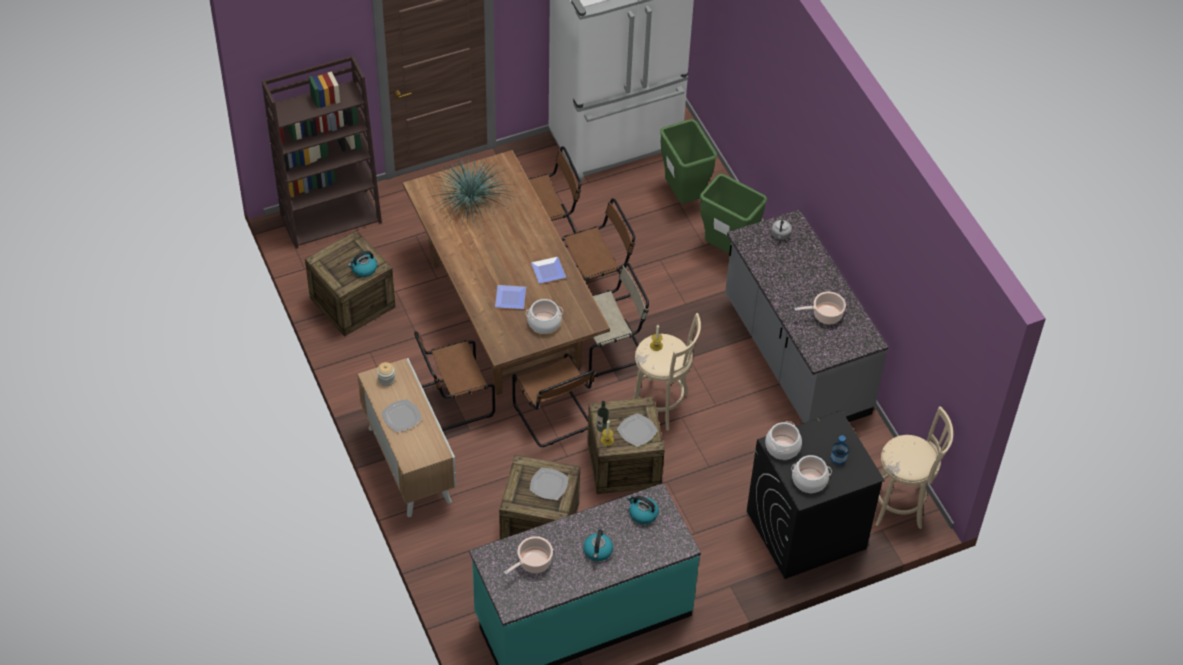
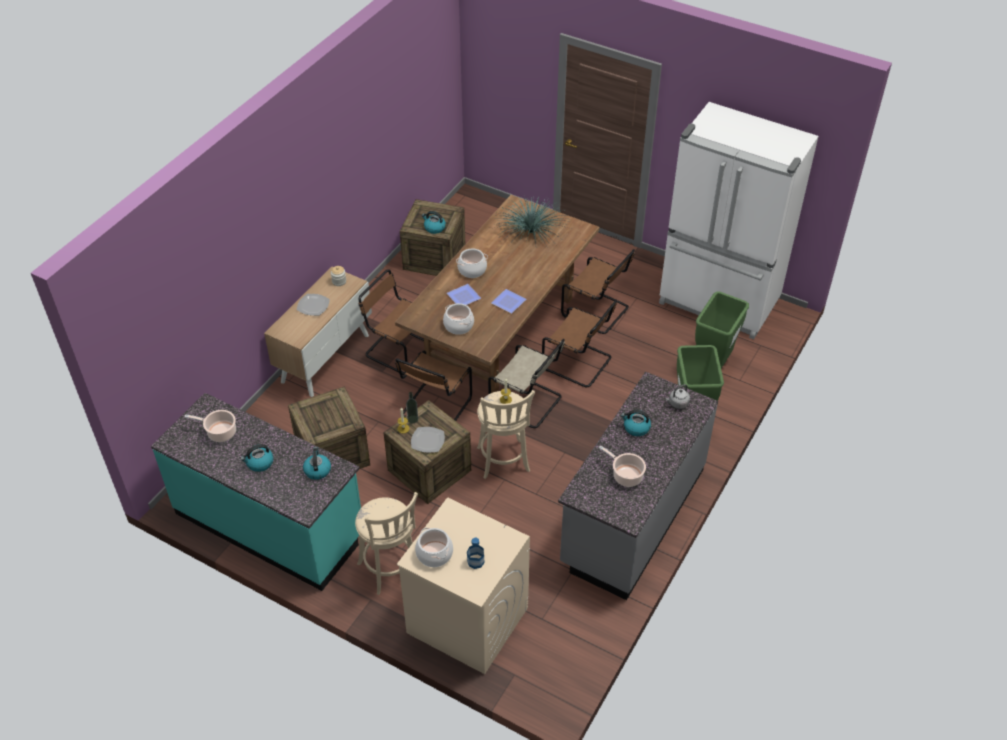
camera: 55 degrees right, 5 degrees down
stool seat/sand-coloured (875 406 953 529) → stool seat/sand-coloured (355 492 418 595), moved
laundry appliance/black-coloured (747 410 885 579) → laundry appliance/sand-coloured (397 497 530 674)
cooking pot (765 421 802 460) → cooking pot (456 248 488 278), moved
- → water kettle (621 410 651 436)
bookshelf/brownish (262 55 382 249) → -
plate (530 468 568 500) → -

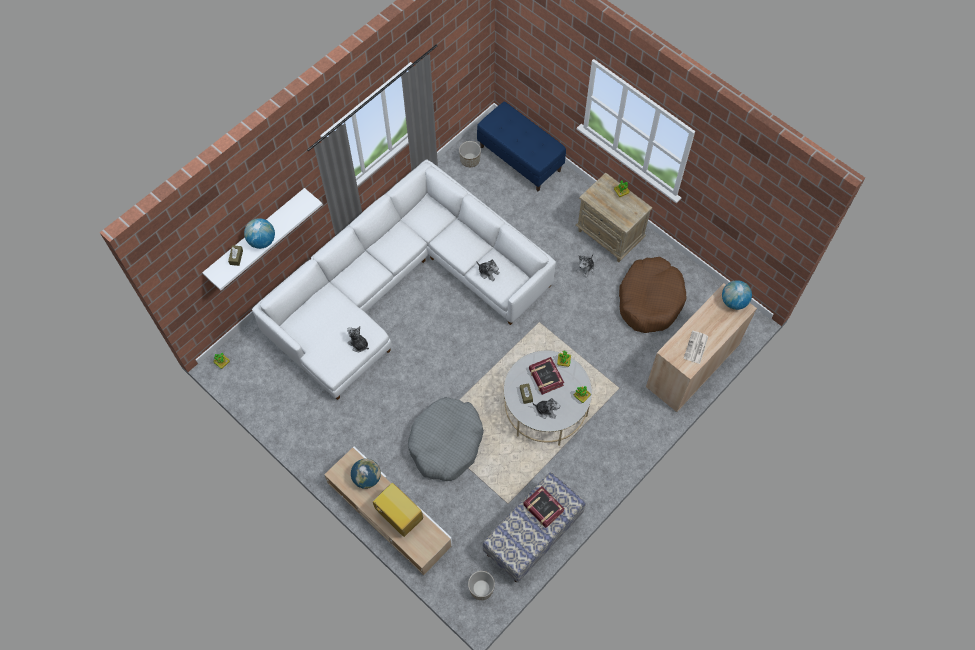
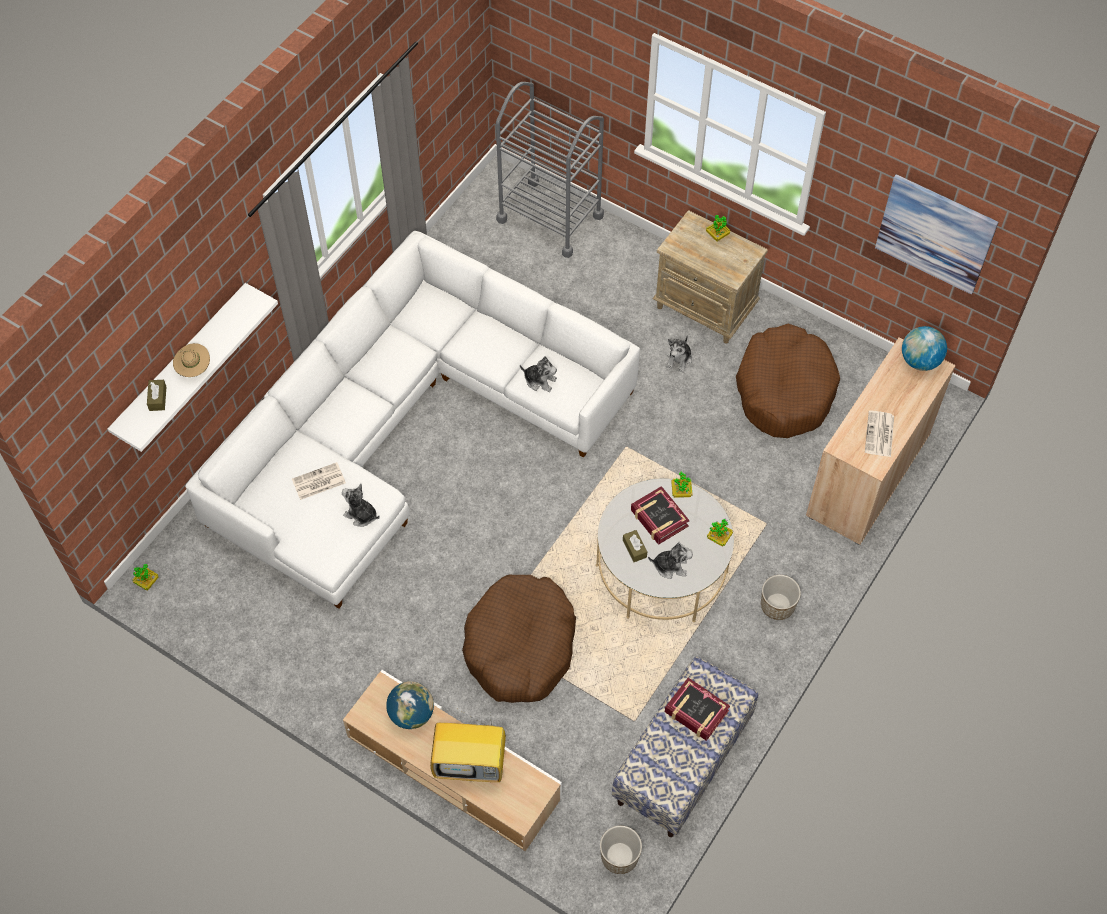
camera: 10 degrees left, 5 degrees down
globe (244 218 275 249) → clothing hat/sand-coloured (173 343 210 377)
- → printed paper (292 462 346 500)
TV set (373 483 423 537) → TV set (430 710 506 782), 150 degrees clockwise
dog bed/gray (408 397 484 481) → dog bed/brownish (462 575 576 703)
indoor bench/blue-coloured (477 102 566 191) → cart/gray (496 82 604 258)
flower pot (459 141 481 167) → flower pot (761 575 801 620), moved
- → picture (875 174 999 294)

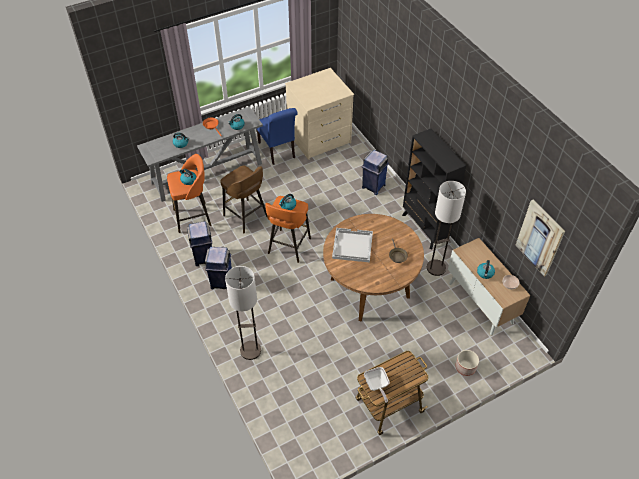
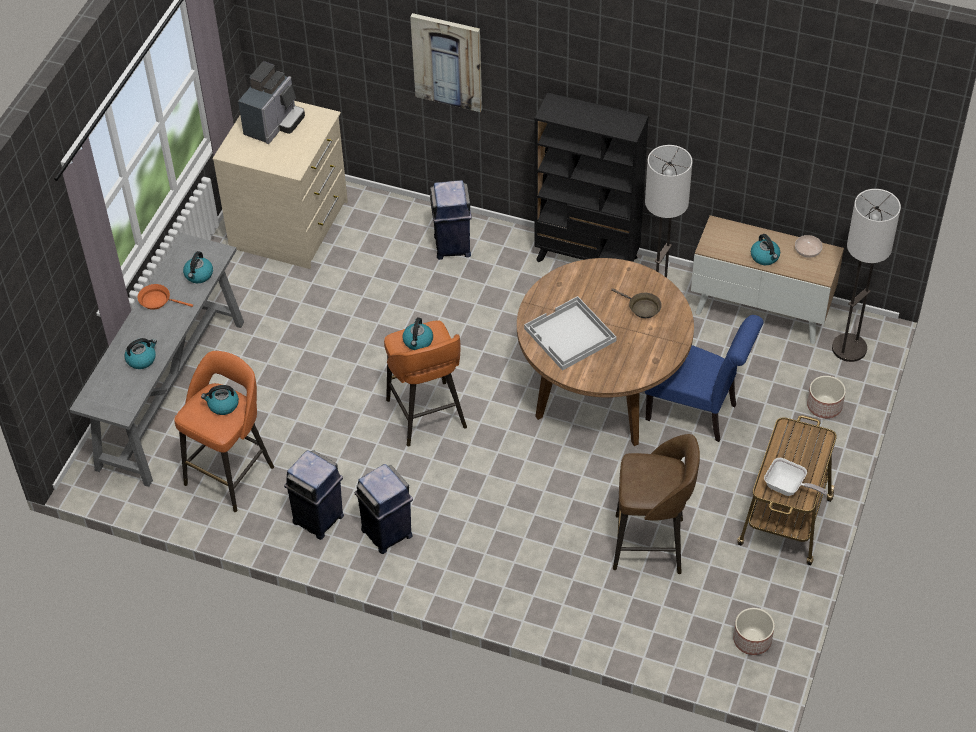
camera: 40 degrees left, 0 degrees up
- → coffee brewer (238 61 305 144)
picture (516 199 565 276) → picture (410 13 482 112), moved
stool seat/brownish (220 165 267 233) → stool seat/brownish (613 434 700 574), moved
upright chair/blue-coloured (256 108 298 165) → upright chair/blue-coloured (645 315 764 442), moved
- → flower pot (733 608 775 655)
standard lamp (225 266 261 360) → standard lamp (832 189 901 362), moved

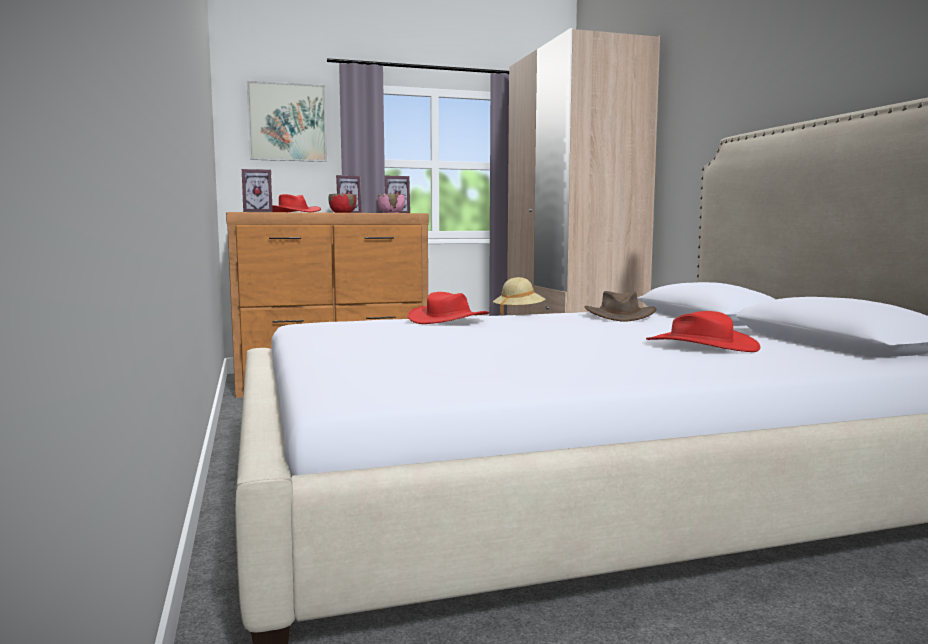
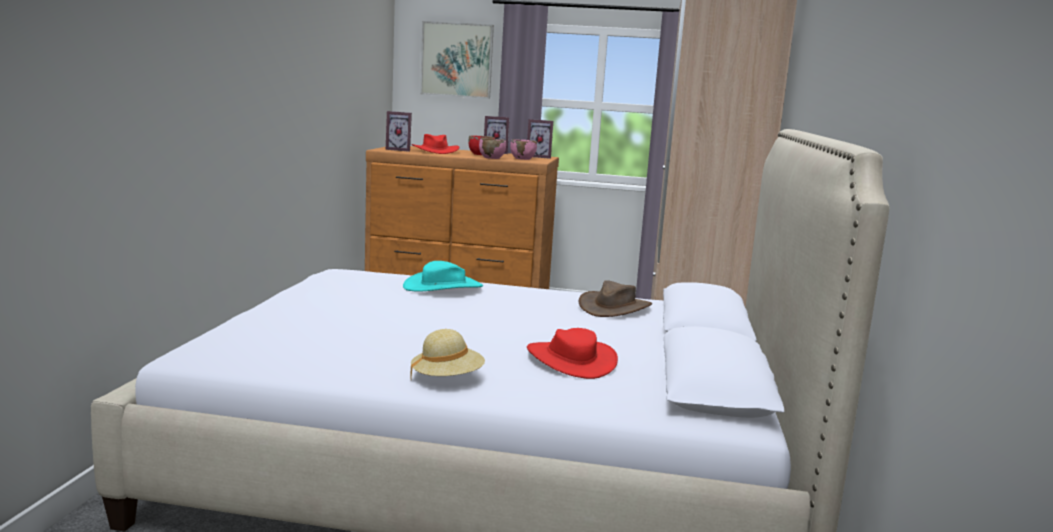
camera: 25 degrees right, 5 degrees up
clothing hat/red-coloured (408 292 489 324) → clothing hat/turquoise-coloured (403 261 483 292)
clothing hat/sand-coloured (493 277 545 316) → clothing hat/sand-coloured (410 329 485 380), moved
- → serving bowl/pink-coloured (479 138 506 159)

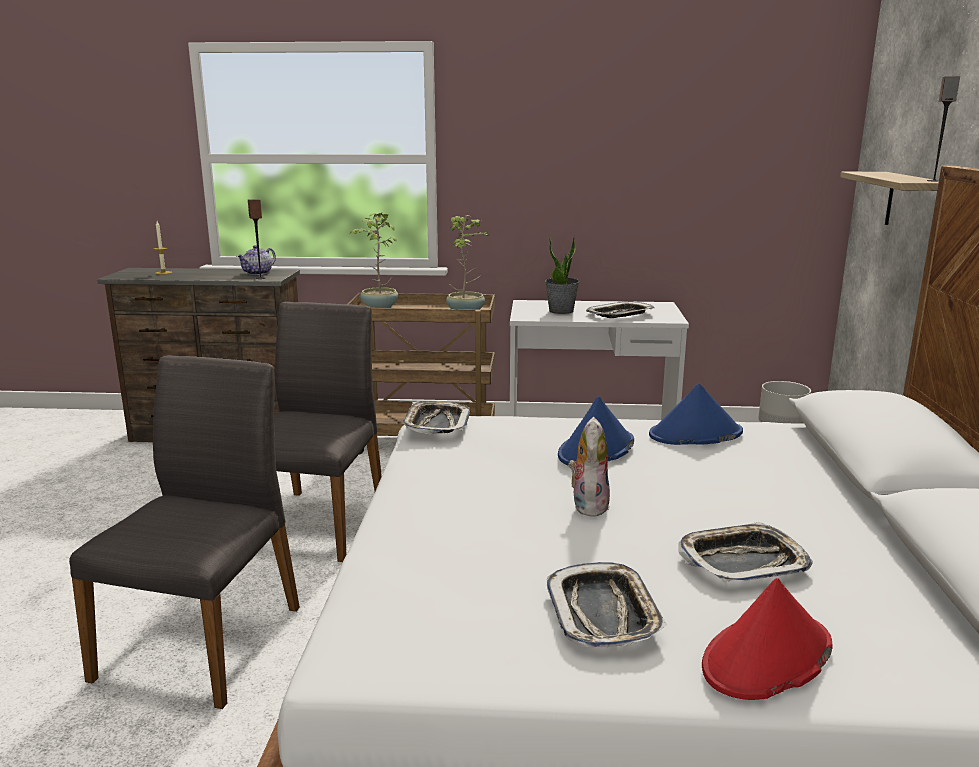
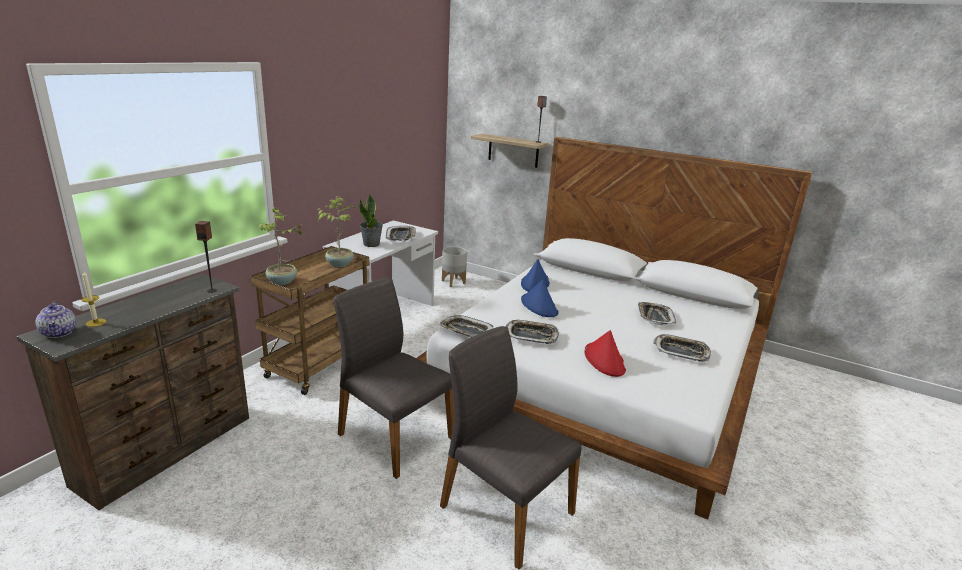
camera: 65 degrees left, 5 degrees up
teapot (237 245 276 275) → teapot (35 302 76 338), moved
- → serving tray (506 320 559 344)
clothing hat/red-coloured (702 578 833 700) → clothing hat/red-coloured (584 330 626 377), moved
cuddly toy (568 417 610 517) → -

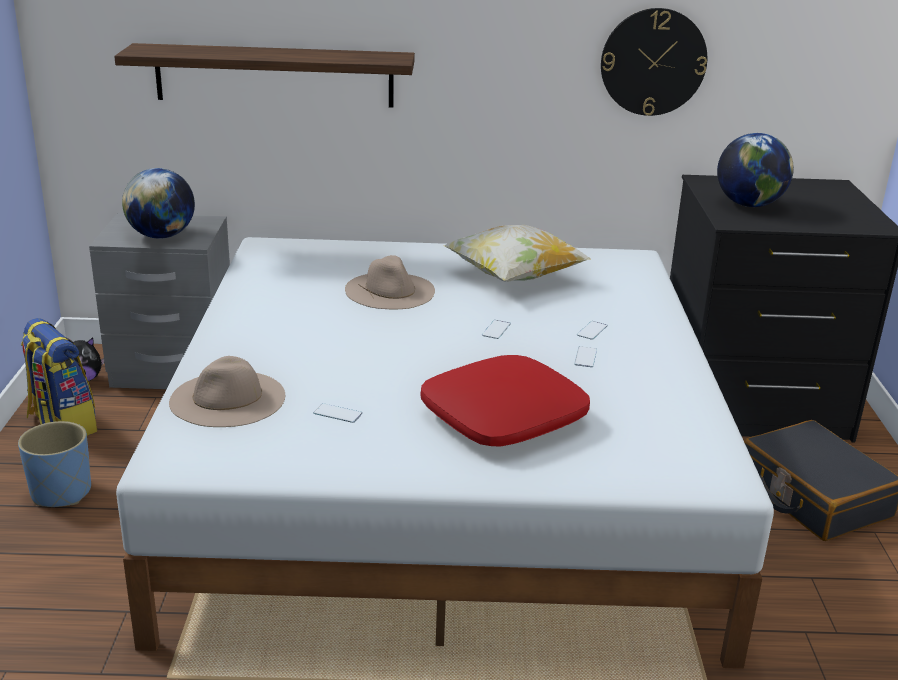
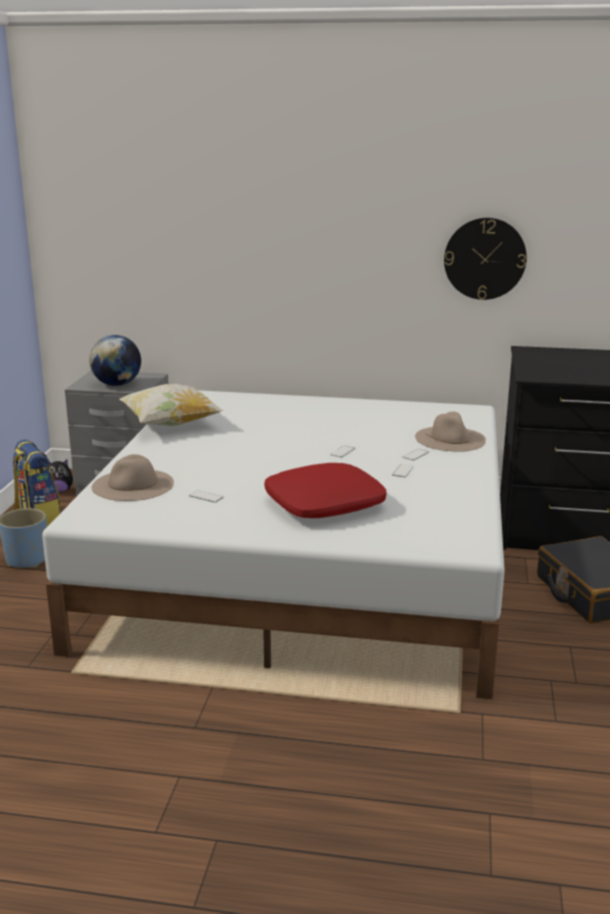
camera: 10 degrees right, 5 degrees down
throw pillow (442 225 591 282) → throw pillow (119 384 223 426), moved
clothing hat/sand-coloured (345 255 435 309) → clothing hat/sand-coloured (415 412 486 452), moved
wall shelf (114 43 415 108) → -
globe (717 133 794 207) → -

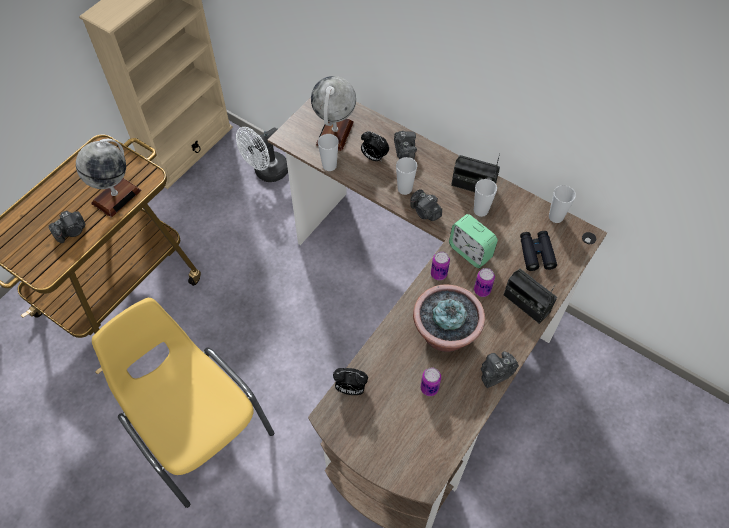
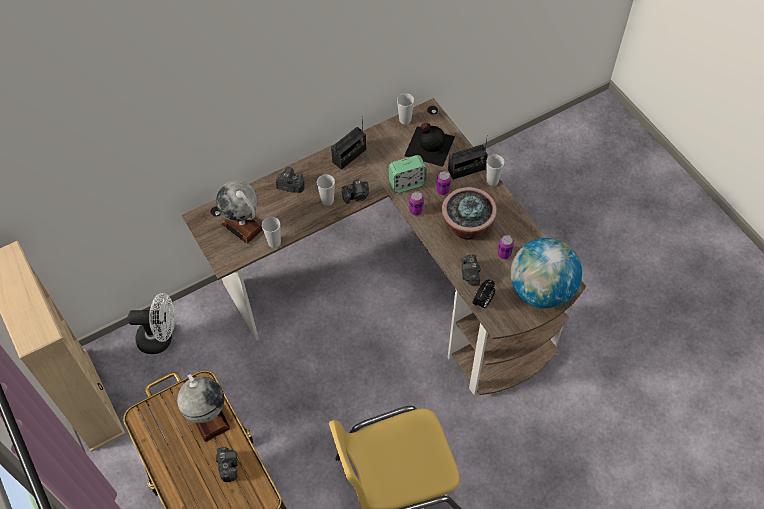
camera: 65 degrees left, 0 degrees up
cooling fan/white-coloured (236 127 288 182) → cooling fan/white-coloured (128 293 175 354), 75 degrees counterclockwise
binoculars/black-coloured (520 231 557 271) → bottle/black-coloured (404 123 455 167)
photo camera (481 351 519 388) → photo camera (461 255 481 285), moved
drinking cup (474 179 497 217) → drinking cup (486 154 505 186), moved
- → globe (510 238 582 309)
bedside clock (361 131 389 162) → -

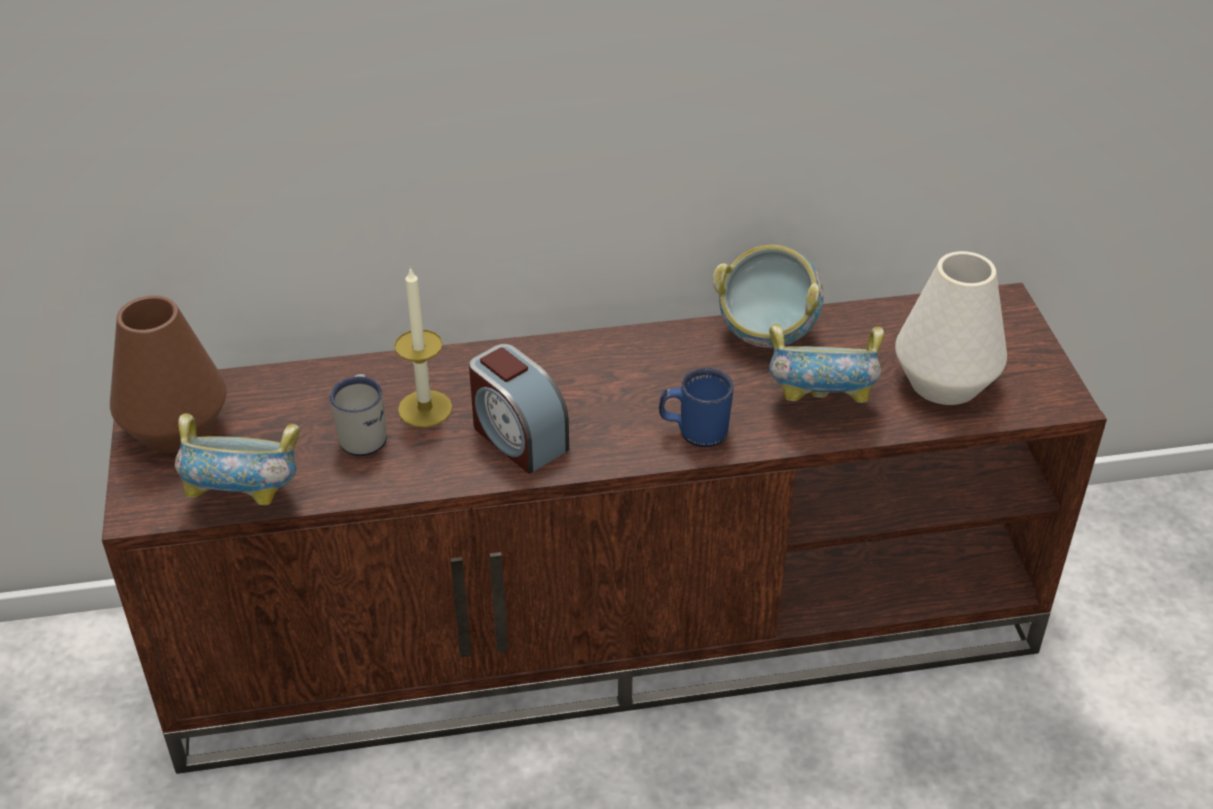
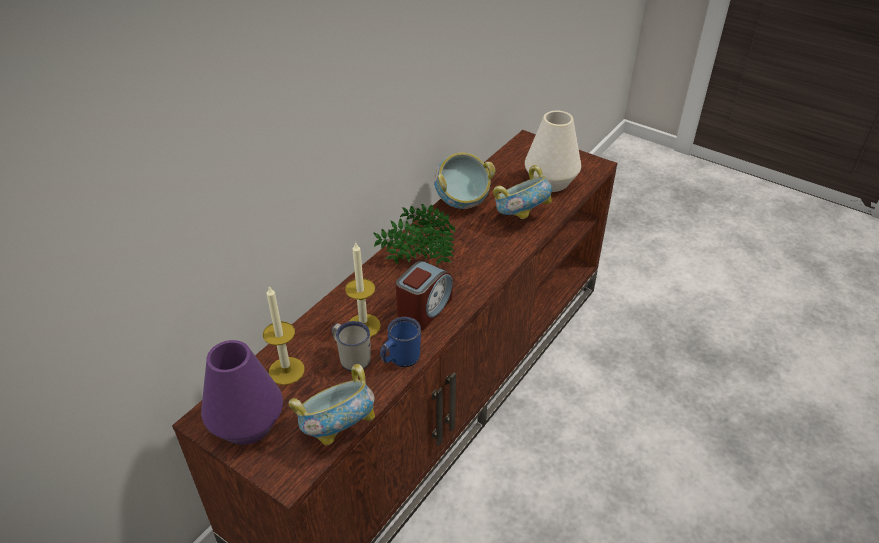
camera: 45 degrees left, 0 degrees up
decorative vase/brownish (110 295 227 453) → decorative vase/purplish (201 340 283 445)
- → wax candle (263 285 305 385)
- → plant in a pot (373 204 455 265)
coffee mug/blue-coloured (659 368 734 447) → coffee mug/blue-coloured (380 317 421 367), moved
bedside clock (469 344 569 474) → bedside clock (396 261 453 330), 60 degrees counterclockwise

